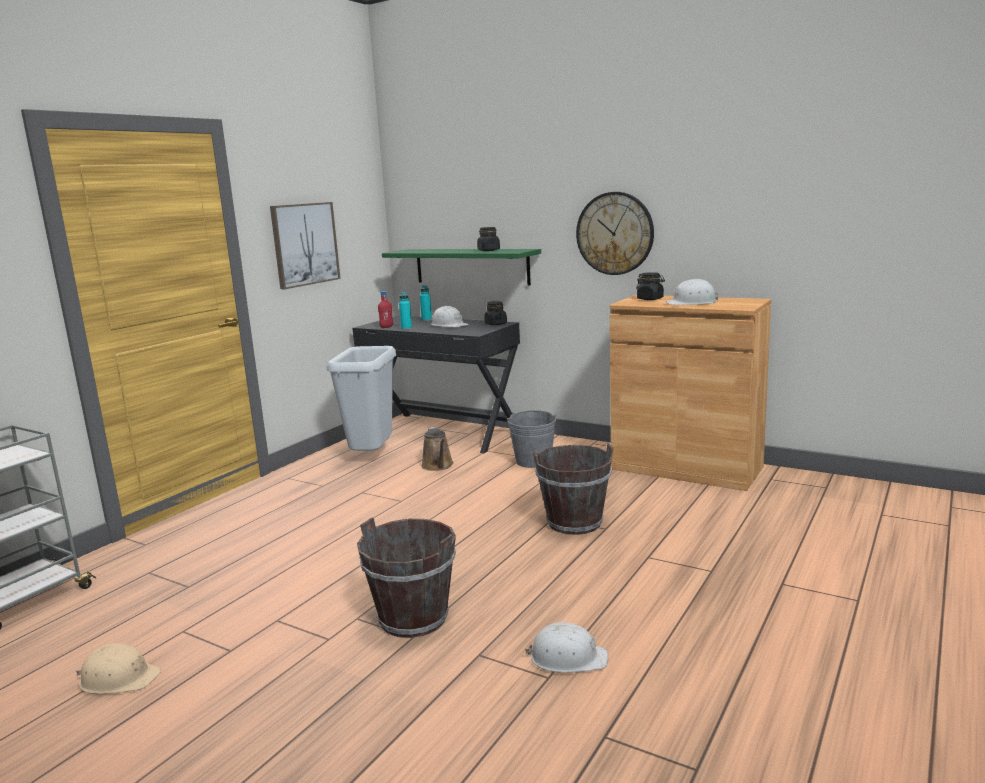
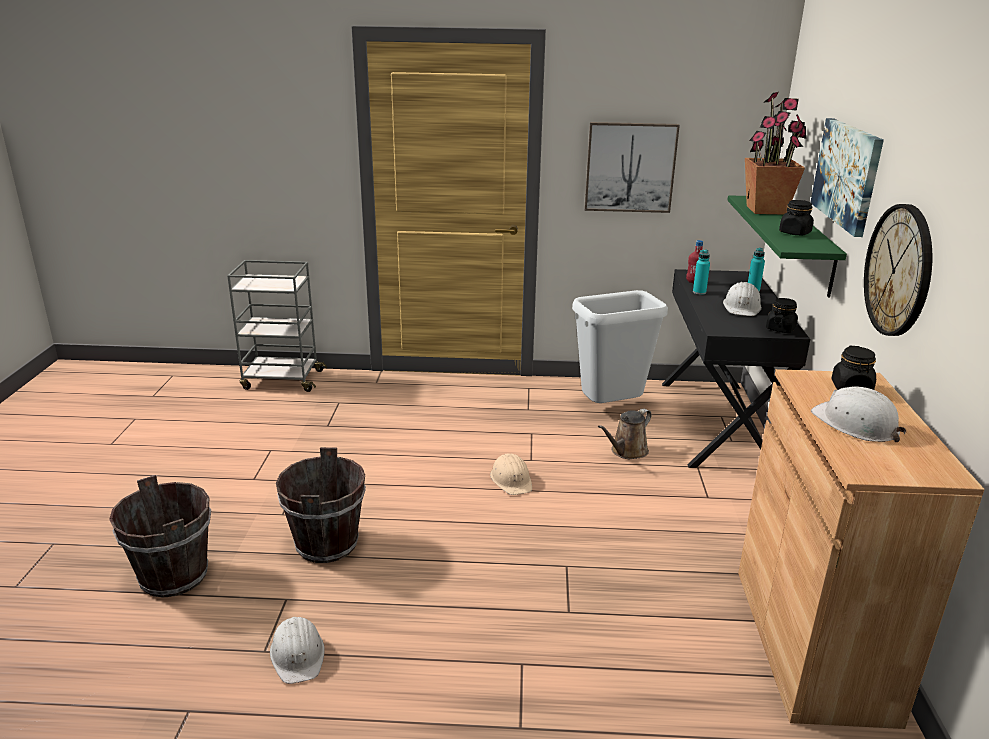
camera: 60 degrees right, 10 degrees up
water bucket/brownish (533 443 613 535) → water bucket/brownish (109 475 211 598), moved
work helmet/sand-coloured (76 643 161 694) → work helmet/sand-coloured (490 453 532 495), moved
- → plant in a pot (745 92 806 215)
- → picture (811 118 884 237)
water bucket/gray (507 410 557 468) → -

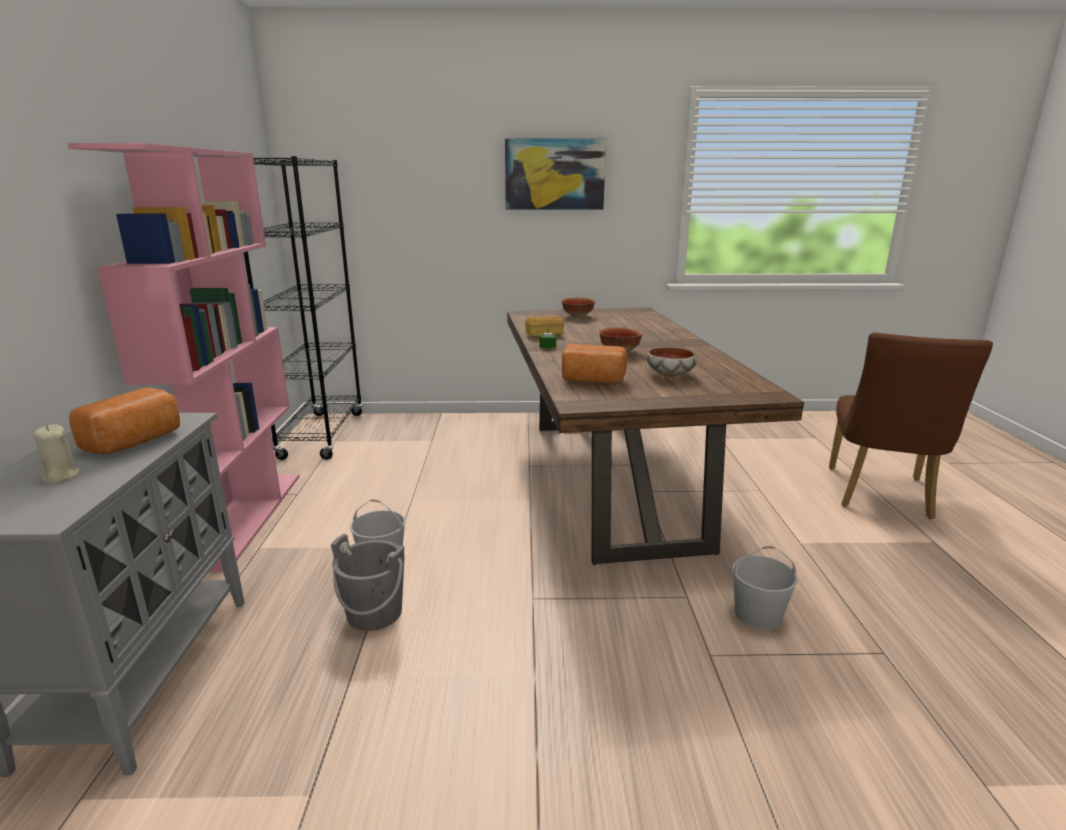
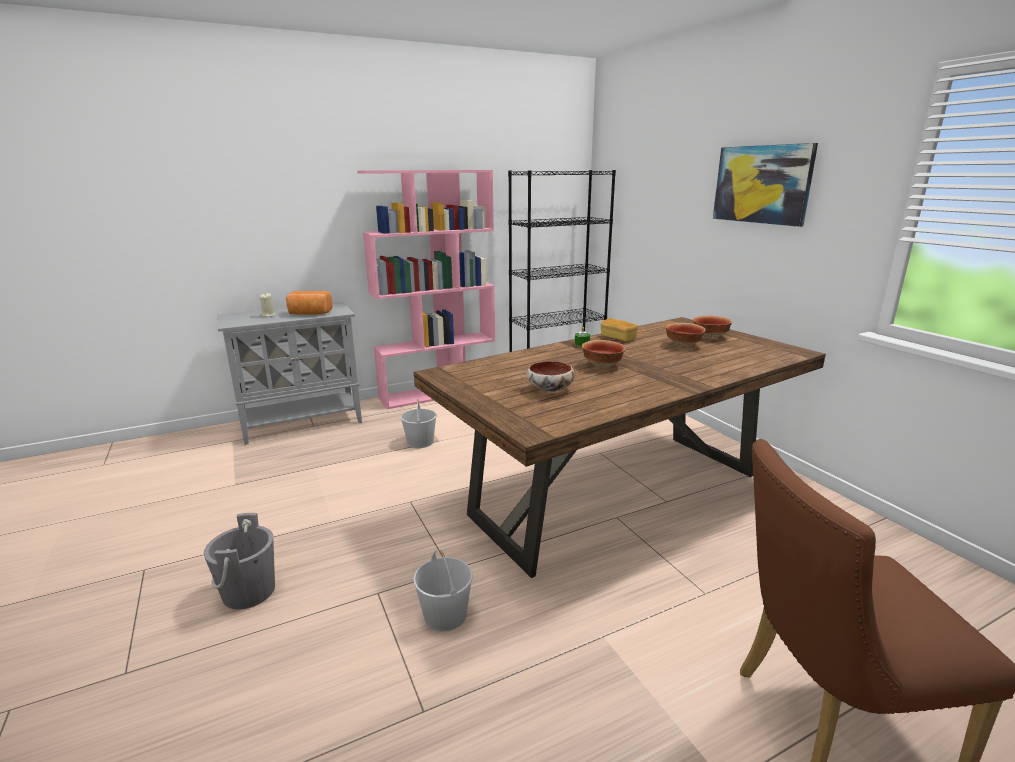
camera: 65 degrees right, 0 degrees up
water bucket/gray (331 534 405 631) → water bucket/gray (204 513 275 609), moved
- → serving bowl (665 323 706 347)
bread (562 344 627 384) → -

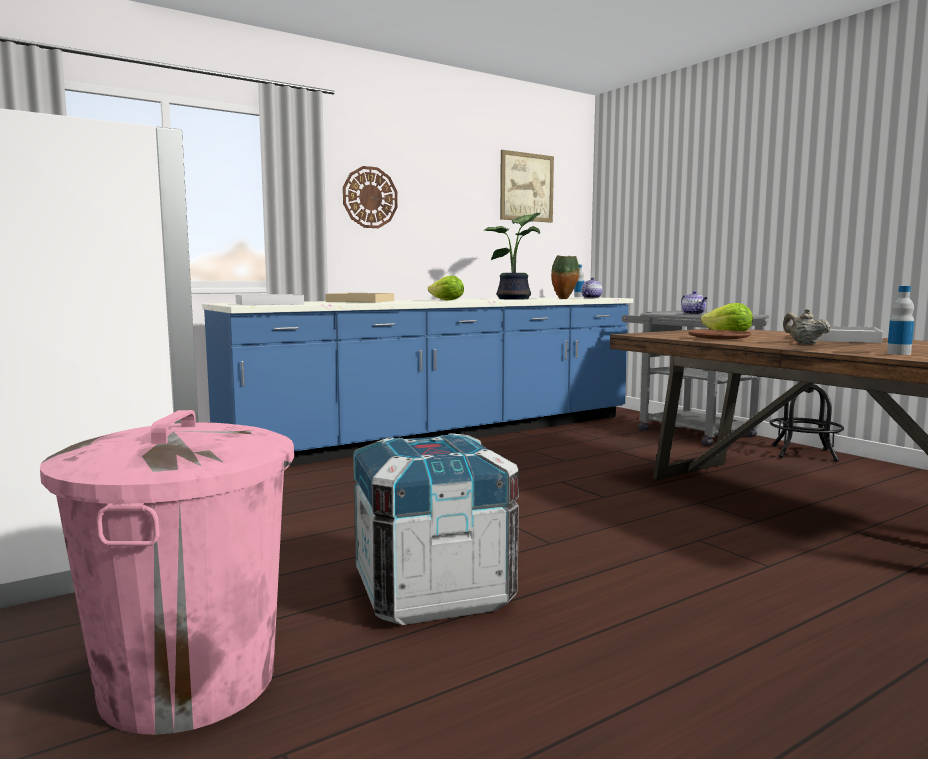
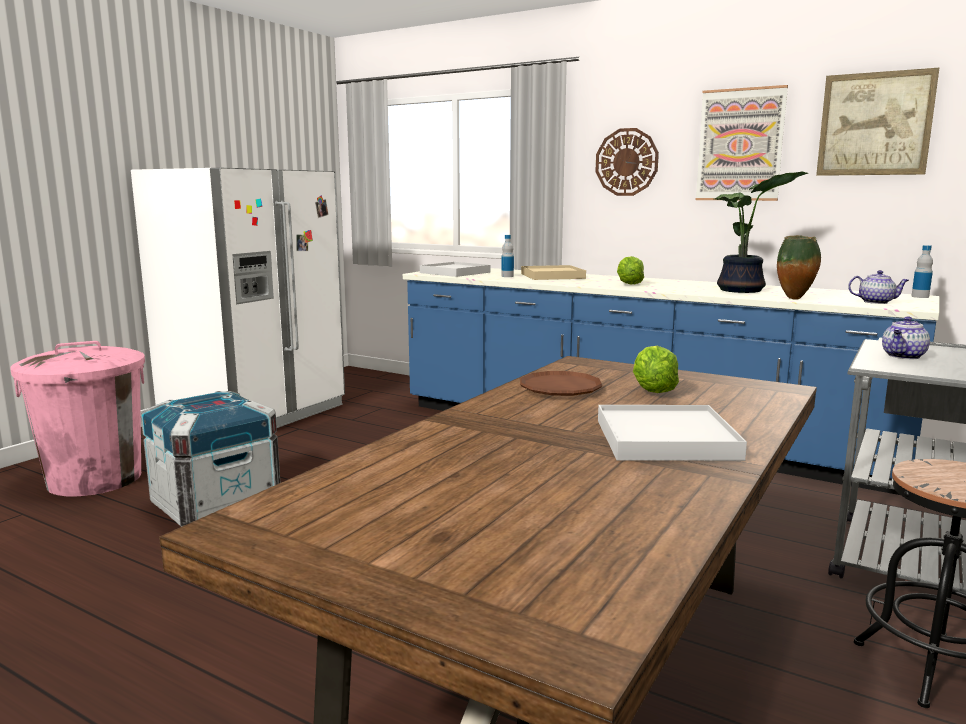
camera: 65 degrees right, 5 degrees up
bottle (887 286 914 355) → bottle (501 235 514 277), moved
- → picture (696 85 788 201)
teapot/sand-coloured (783 309 831 344) → -

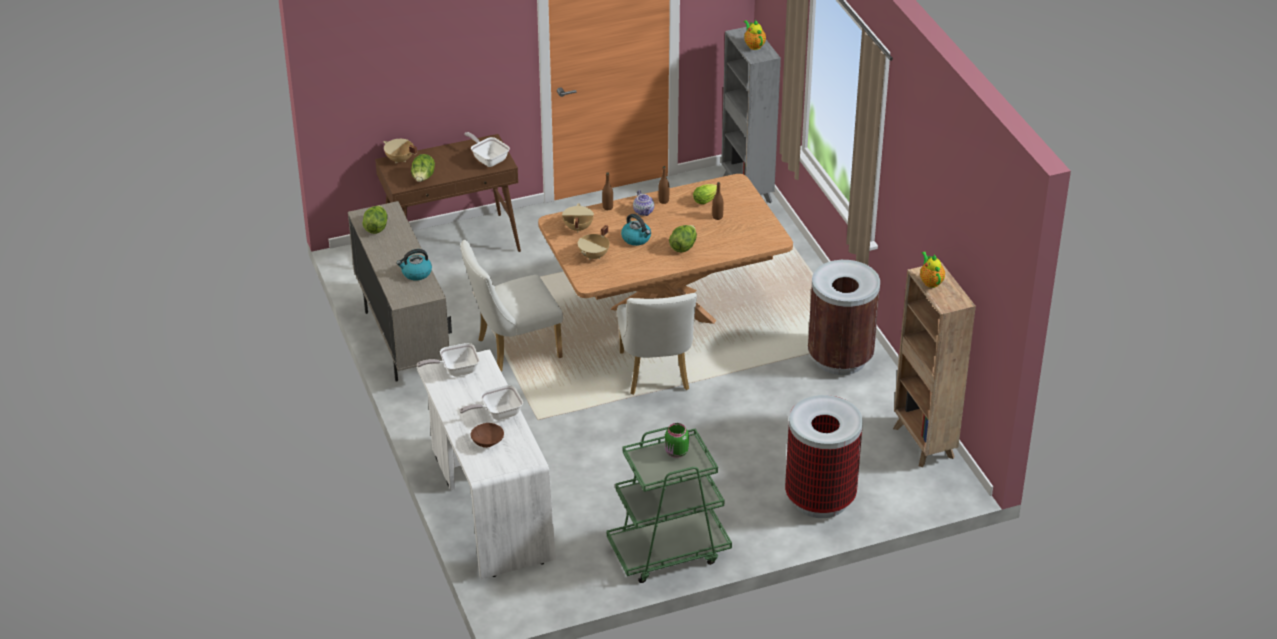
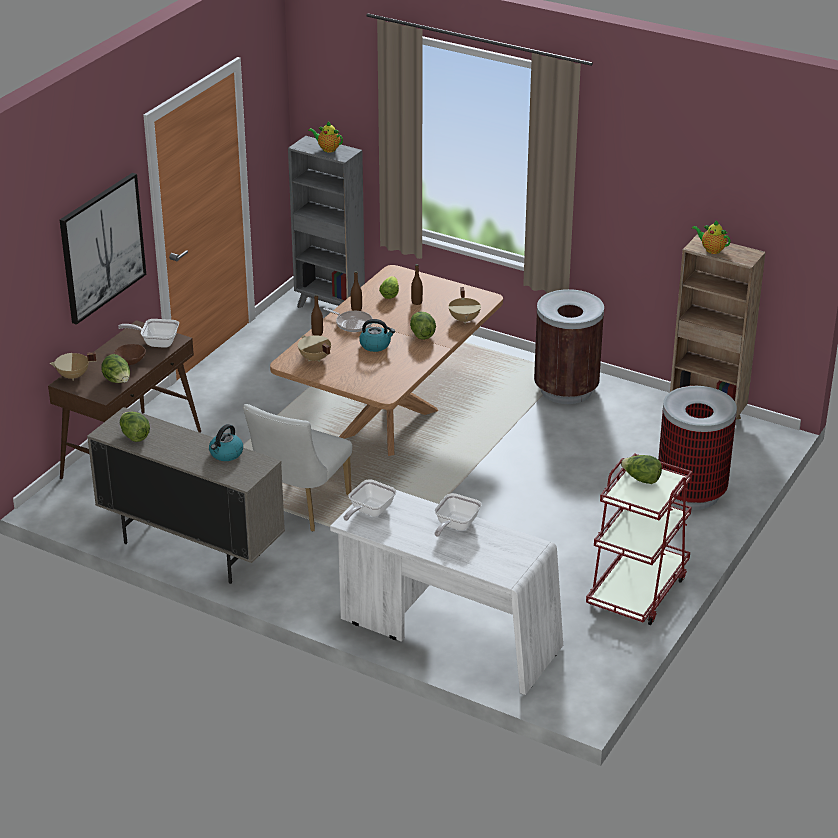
camera: 40 degrees left, 5 degrees down
- → picture (60 173 146 325)
serving bowl/brownish (470 423 504 448) → serving bowl/brownish (114 344 146 365), moved
teapot (633 190 654 216) → skillet (323 308 373 332)
cooking pot/sand-coloured (578 225 610 260) → cooking pot/sand-coloured (448 287 481 324), moved
cart/green-coloured (607 427 732 583) → cart/red-coloured (586 453 692 625)
preserve jar/green-coloured (665 423 689 458) → lettuce head (621 455 662 484)
upright chair/white-coloured (617 293 697 395) → -

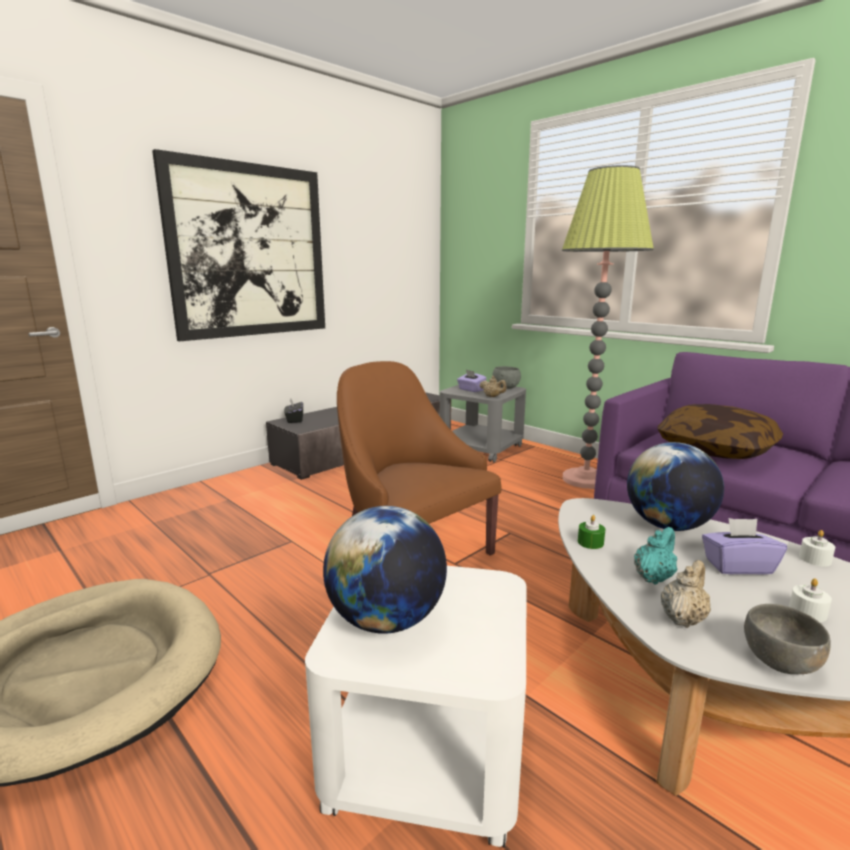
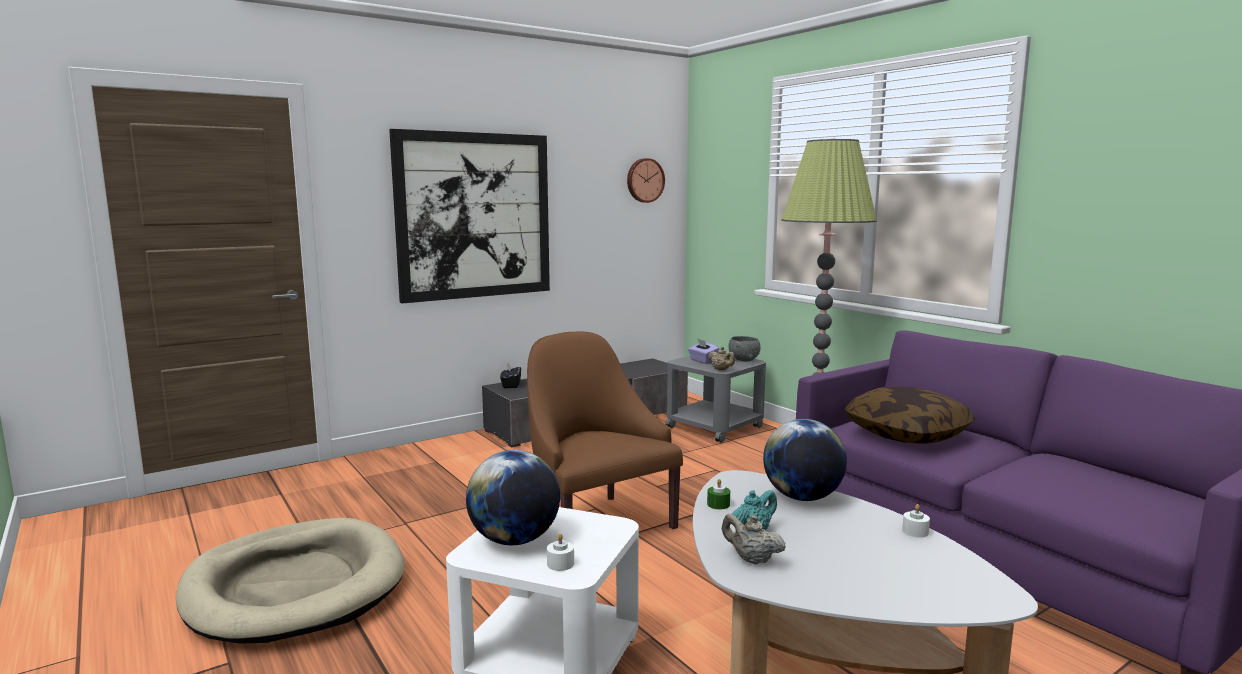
camera: 10 degrees right, 5 degrees down
wax candle/white-coloured (789 578 832 622) → wax candle/white-coloured (547 534 574 571), moved
- → clock on the wall (627 158 665 203)
teapot/sand-coloured (661 560 711 628) → teapot/sand-coloured (722 514 786 565), 105 degrees counterclockwise
tissue box/purplish (702 518 787 575) → -
serving bowl/gray (744 604 831 674) → -

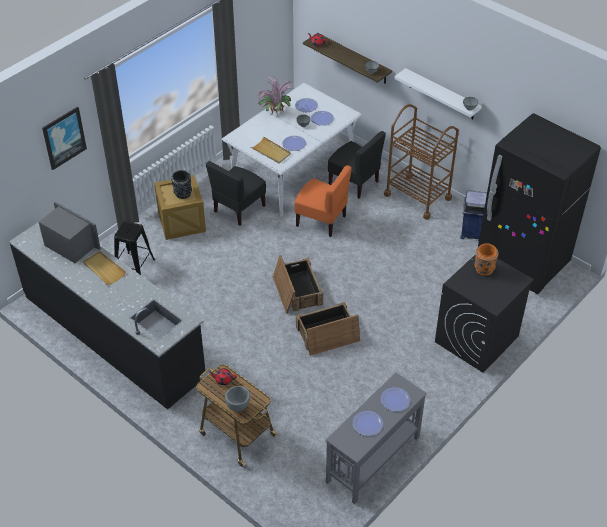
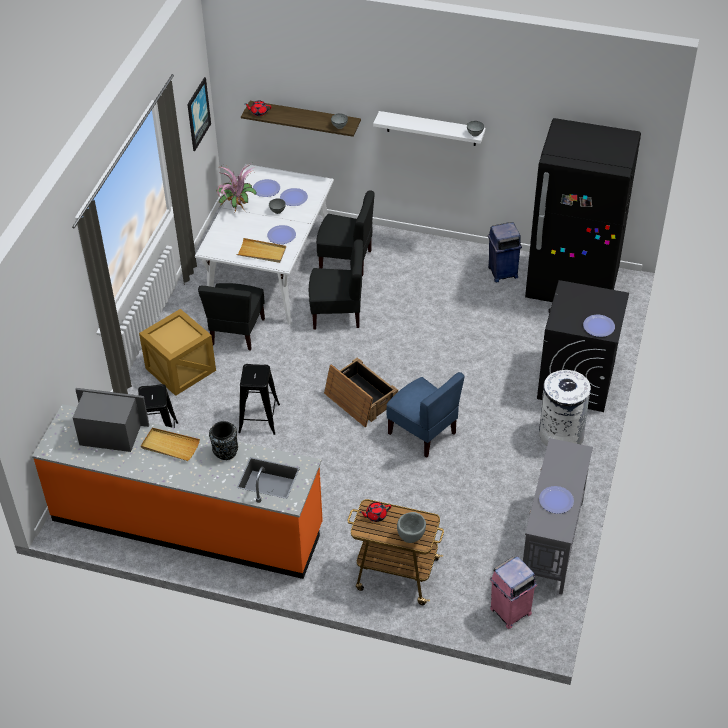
camera: 25 degrees left, 0 degrees up
kitchen counter/black-coloured (9 222 205 410) → kitchen counter/orange (32 404 323 579)
picture (42 106 87 170) → picture (187 77 211 151), moved
decorative vase/black-coloured (171 170 192 199) → decorative vase/black-coloured (209 421 238 460), moved
- → stool seat/black-coloured (238 364 280 435)
upright chair/orange (295 165 352 237) → upright chair/black-coloured (309 239 363 330)
crate (296 302 360 356) → upright chair/blue-coloured (386 372 465 458)
- → rubbish bin/pink-coloured (490 556 537 629)
- → rubbish bin/white-coloured (539 370 591 446)
plate (381 387 411 412) → plate (583 315 615 337), moved
cart/brownish (384 104 459 220) → -
decorative vase/orange (474 243 499 276) → -

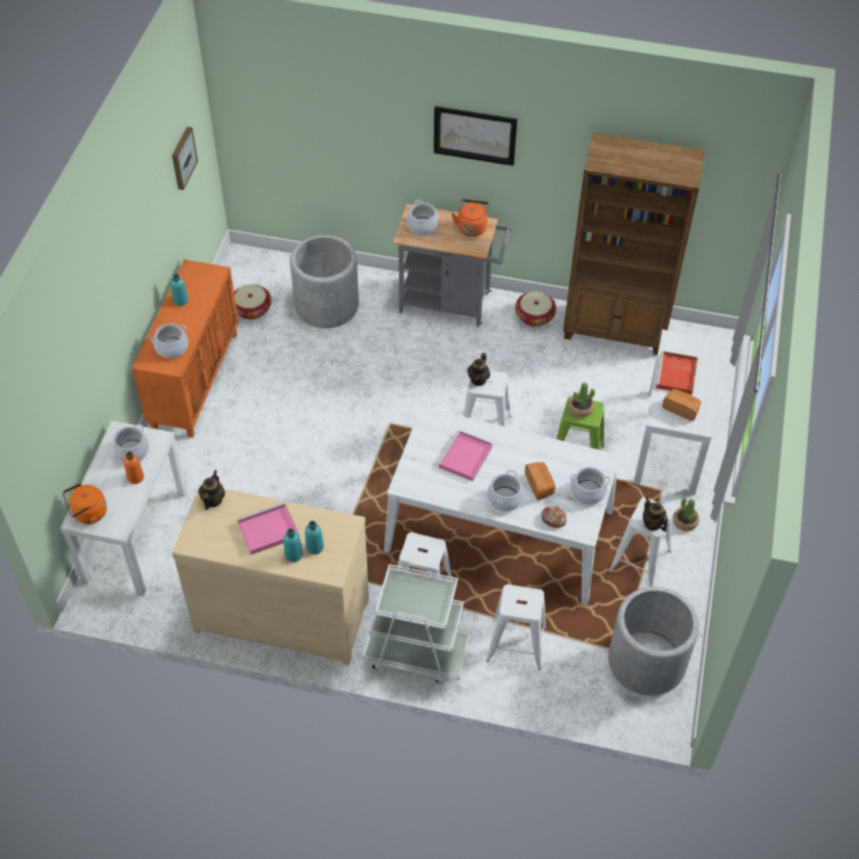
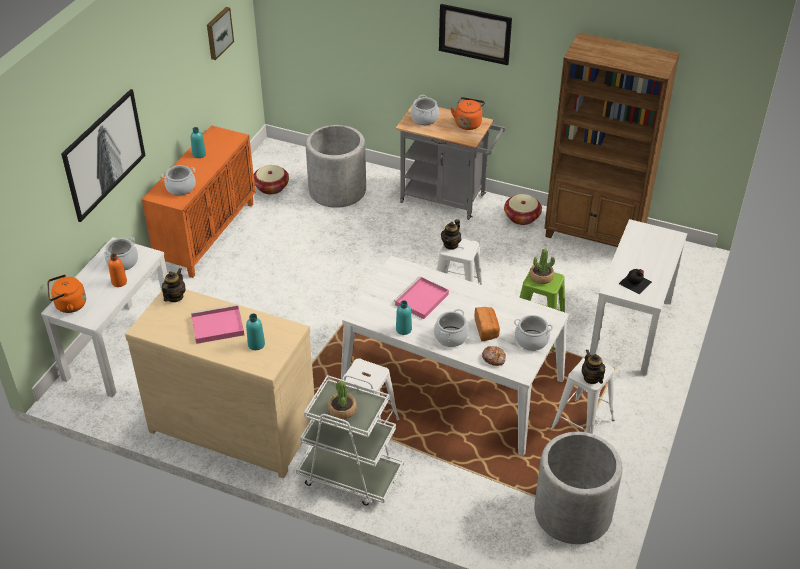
camera: 10 degrees right, 10 degrees down
- → picture (61 89 146 222)
plant in a pot (673 498 699 531) → plant in a pot (328 381 357 419), moved
bottle/turquoise-coloured (283 529 303 562) → bottle/turquoise-coloured (396 300 412 335), moved
bread (662 388 701 421) → bottle/black-coloured (619 269 652 295)
stool seat/white-coloured (487 584 546 670) → -
serving tray/red-coloured (656 351 698 395) → -

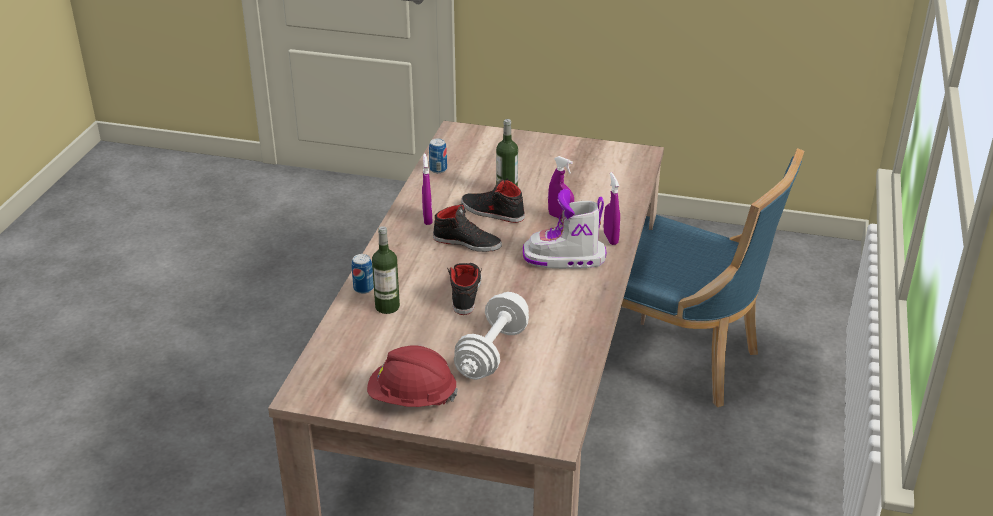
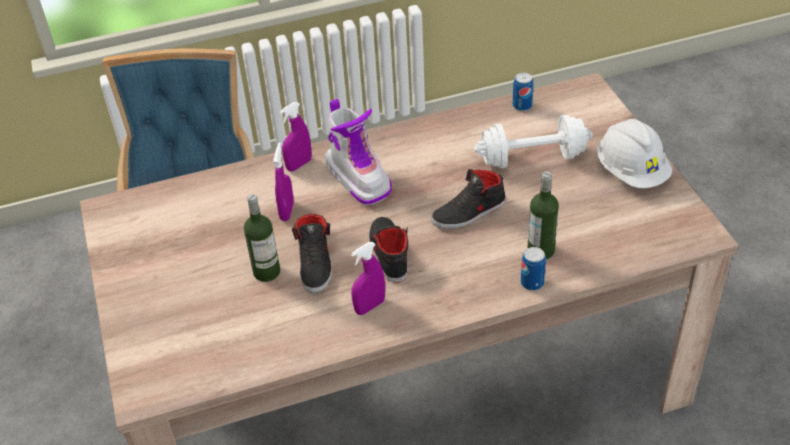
camera: 120 degrees left, 10 degrees up
metal can (429 138 447 173) → metal can (513 72 534 111), moved
work helmet/red-coloured (367 345 458 407) → work helmet/white-coloured (597 119 672 188)

